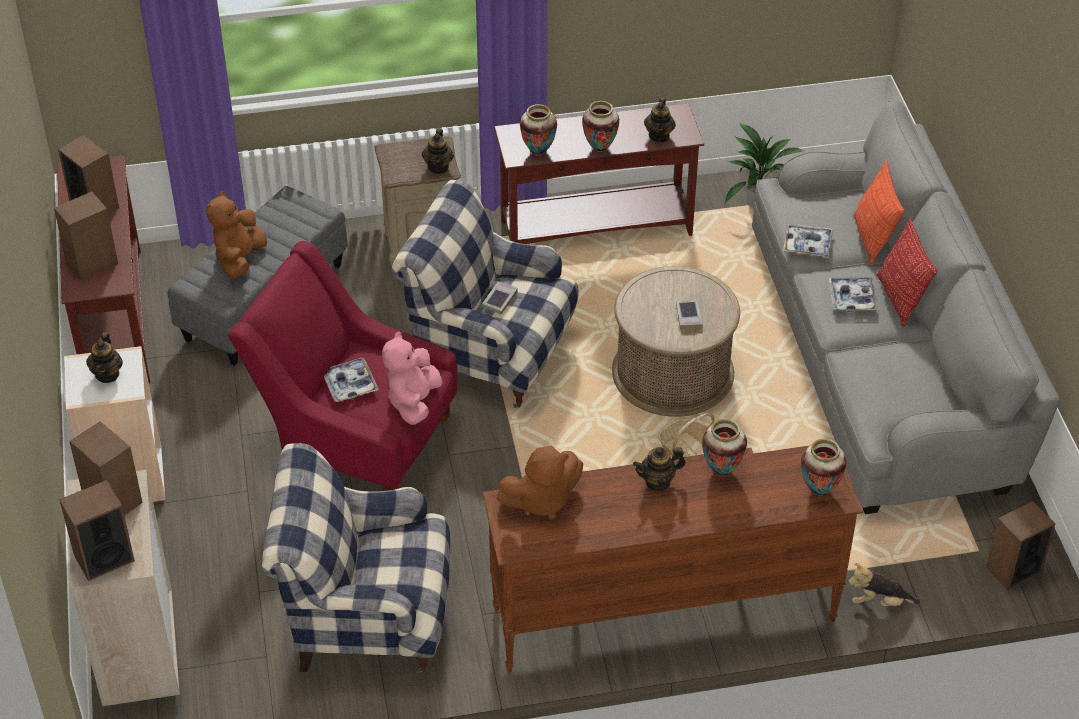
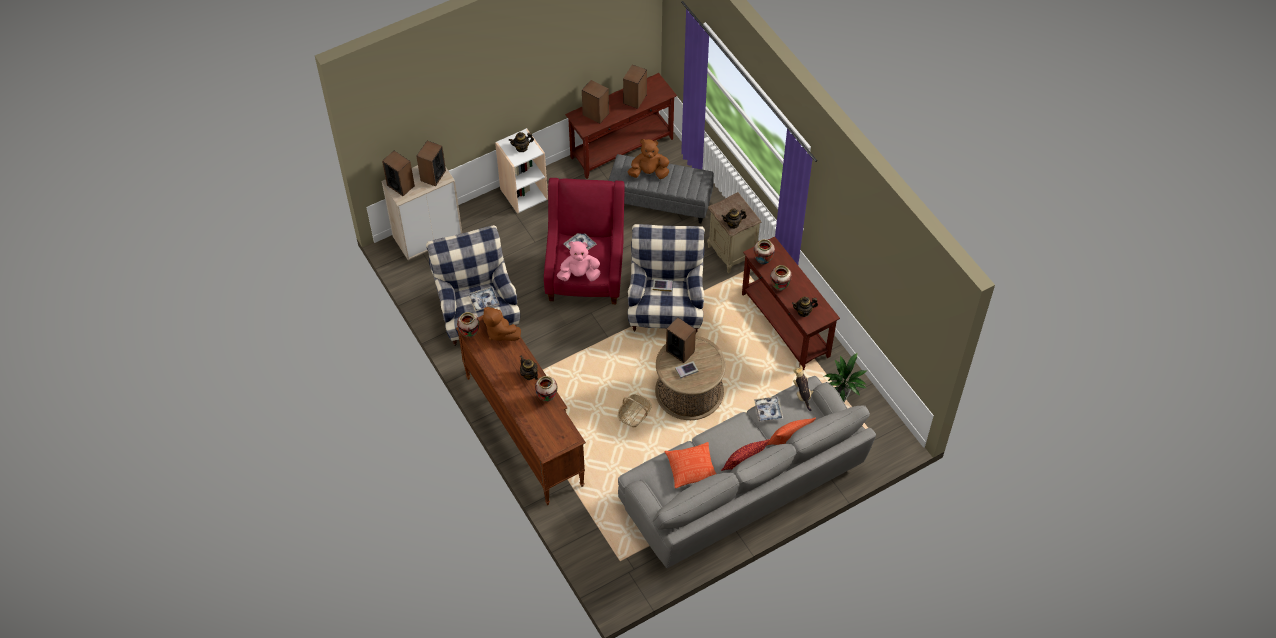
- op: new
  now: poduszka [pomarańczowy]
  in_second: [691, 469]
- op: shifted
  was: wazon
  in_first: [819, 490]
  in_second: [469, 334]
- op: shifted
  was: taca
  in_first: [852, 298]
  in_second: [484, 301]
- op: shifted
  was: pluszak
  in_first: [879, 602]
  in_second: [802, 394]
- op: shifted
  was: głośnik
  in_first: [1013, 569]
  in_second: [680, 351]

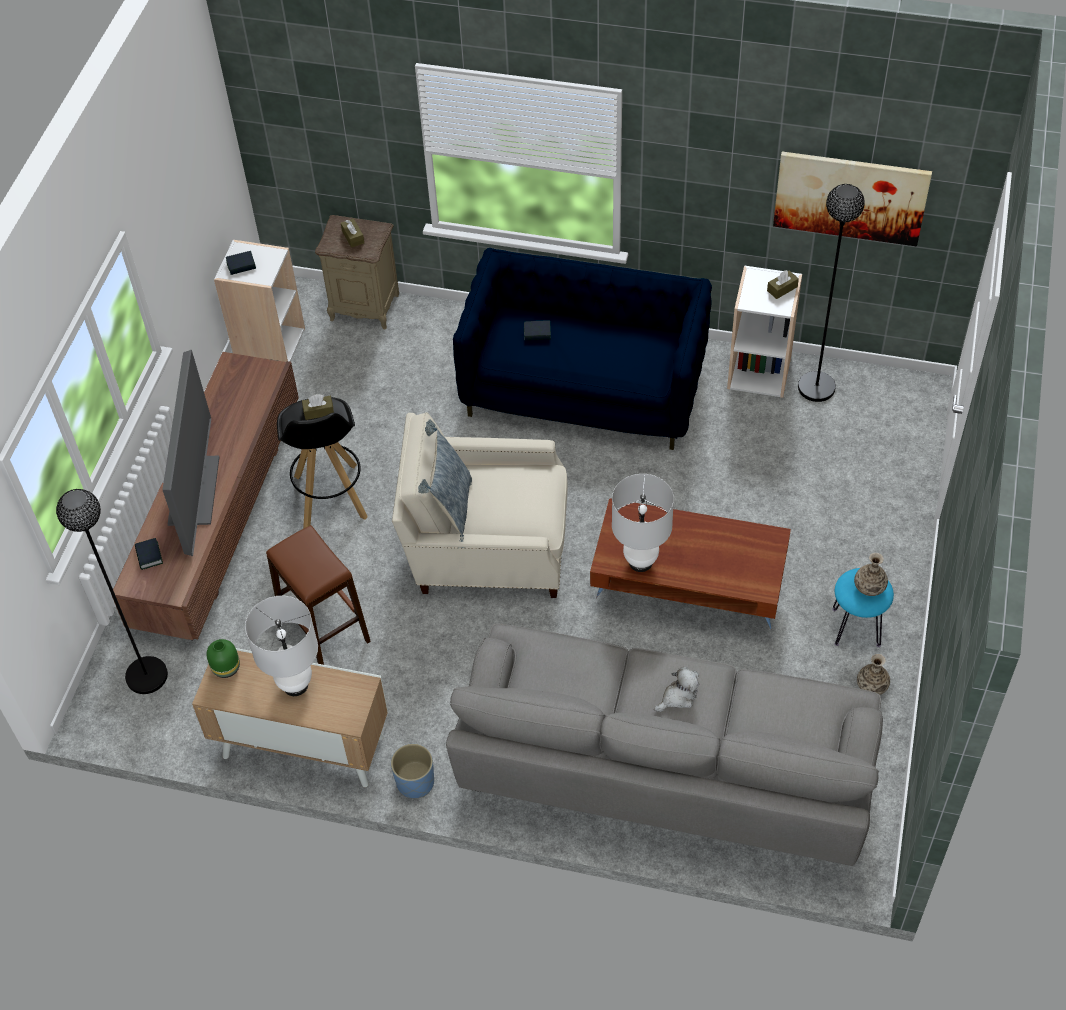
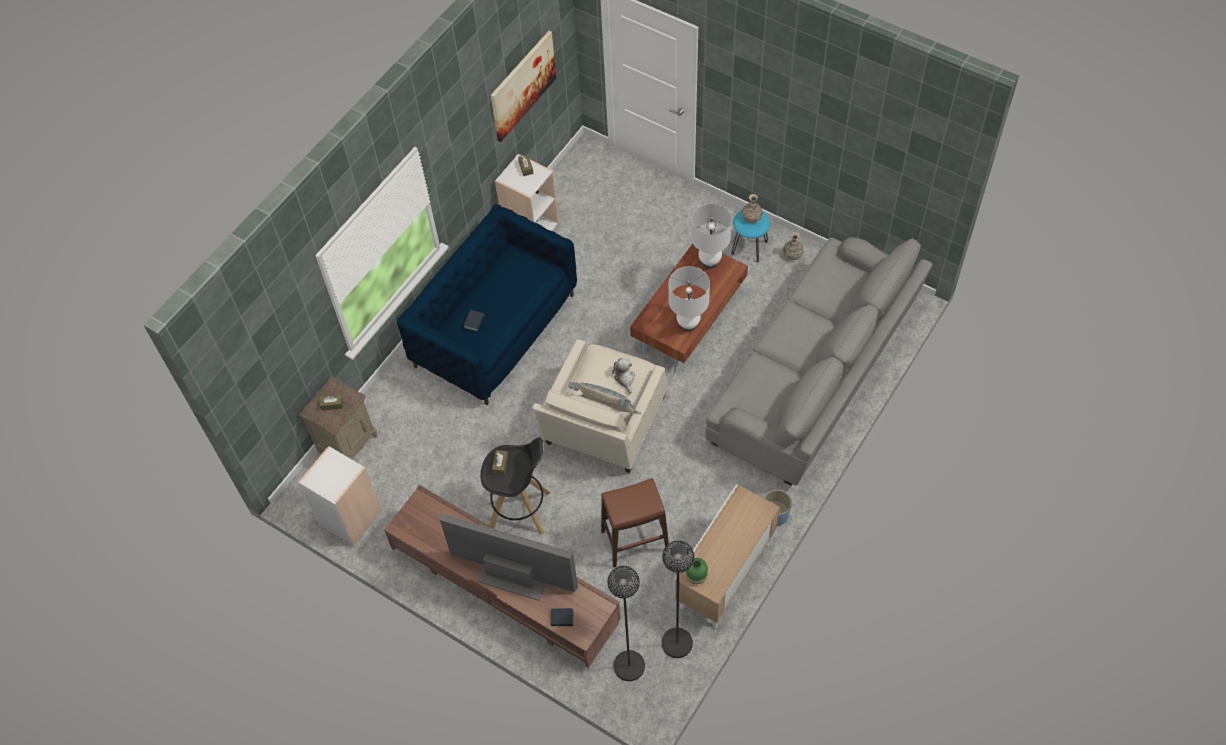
- op: gone
  was: książka
  in_first: [241, 265]
- op: shifted
  was: lampa stołowa [biały]
  in_first: [295, 685]
  in_second: [710, 262]
- op: shifted
  was: pluszak
  in_first: [678, 697]
  in_second: [625, 378]
- op: shifted
  was: lampa stojąca [czarny]
  in_first: [816, 387]
  in_second: [676, 643]

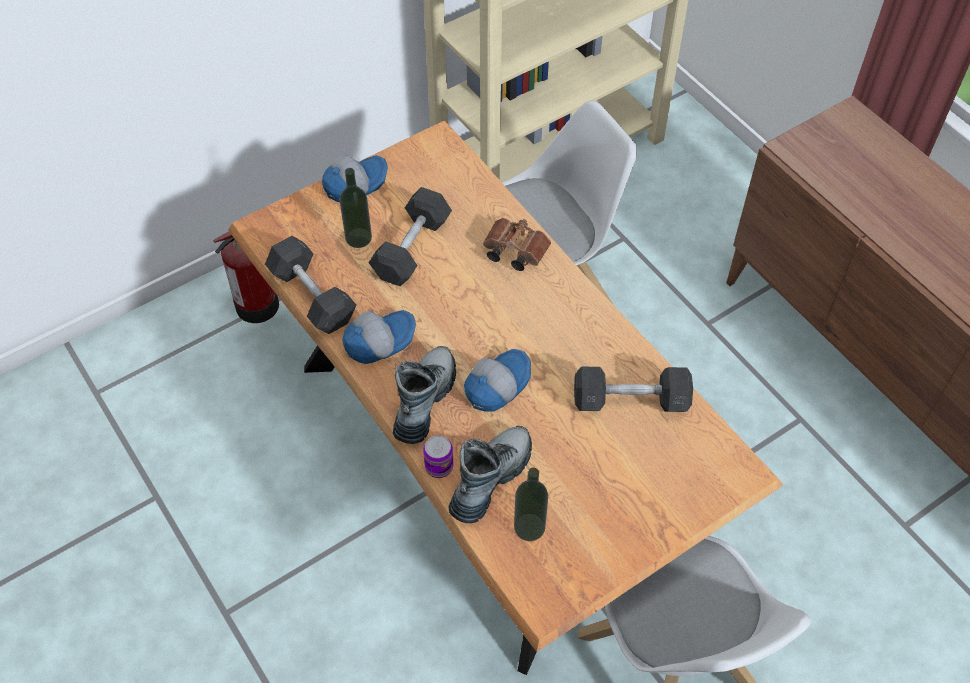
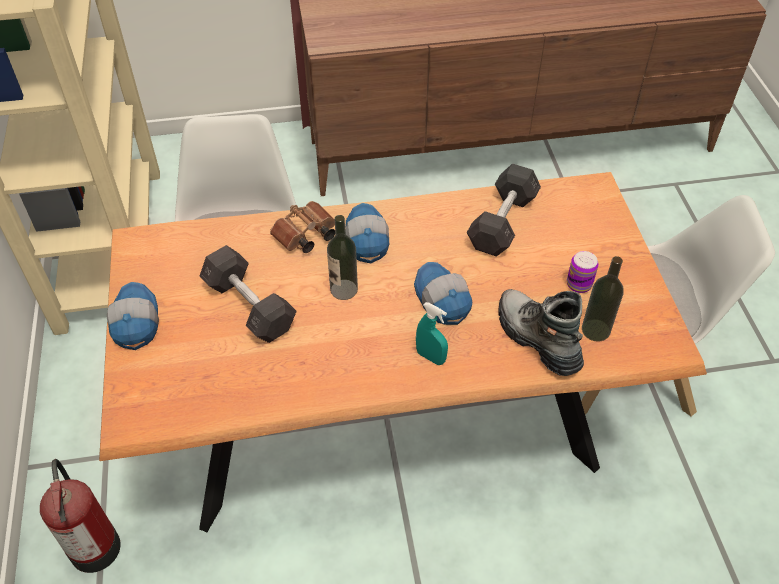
- op: gone
  was: hantel [szary]
  in_first: [312, 296]
- op: shifted
  was: butelka
  in_first: [358, 238]
  in_second: [344, 289]
- op: shifted
  was: czapka z daszkiem
  in_first: [379, 340]
  in_second: [365, 239]
- op: shifted
  was: puszka
  in_first: [439, 466]
  in_second: [579, 284]
- op: swapped
  was: but z cholewką
  now: spryskiwacz [turkusowy]
  in_first: [424, 400]
  in_second: [430, 357]

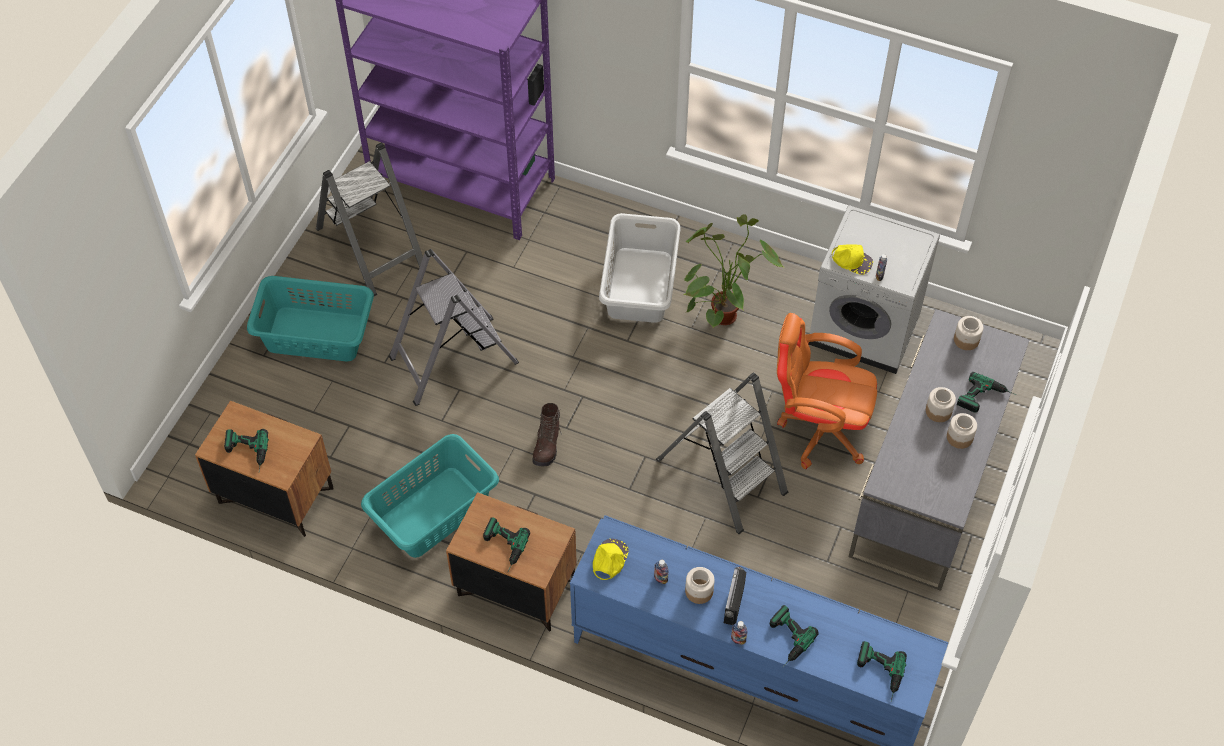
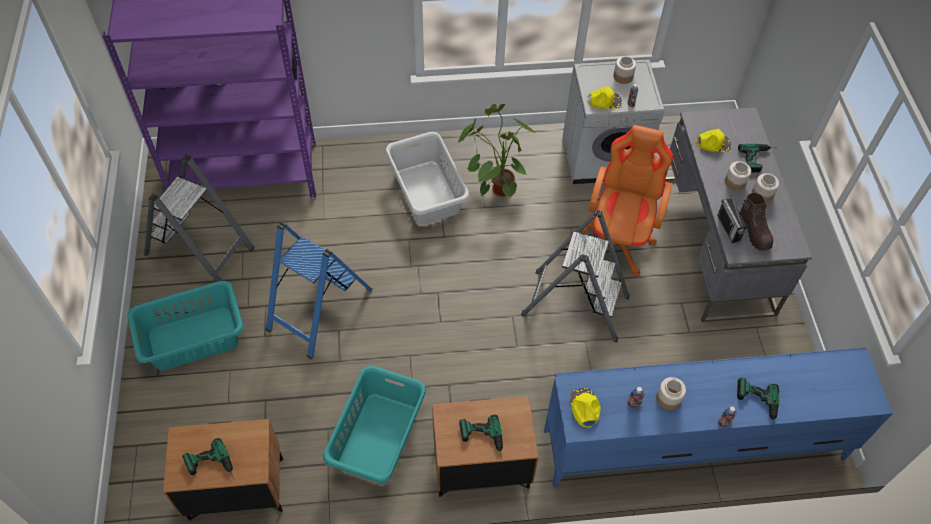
- op: gone
  was: wiertarka
  in_first: [879, 674]
- op: new
  now: czapka z daszkiem [żółty]
  in_second: [713, 143]
- op: shifted
  was: but z cholewką [brązowy]
  in_first: [547, 445]
  in_second: [754, 232]
- op: shifted
  was: radio
  in_first: [733, 604]
  in_second: [728, 228]
- op: shifted
  was: słoik
  in_first: [966, 340]
  in_second: [622, 76]
- op: repainted
  was: drabinka [szary]
  now: drabinka [niebieski]
  in_first: [452, 360]
  in_second: [318, 309]
- op: rotated
  was: krzesło biurowe [pomarańczowy]
  in_first: [817, 429]
  in_second: [618, 241]
  clockwise: 120

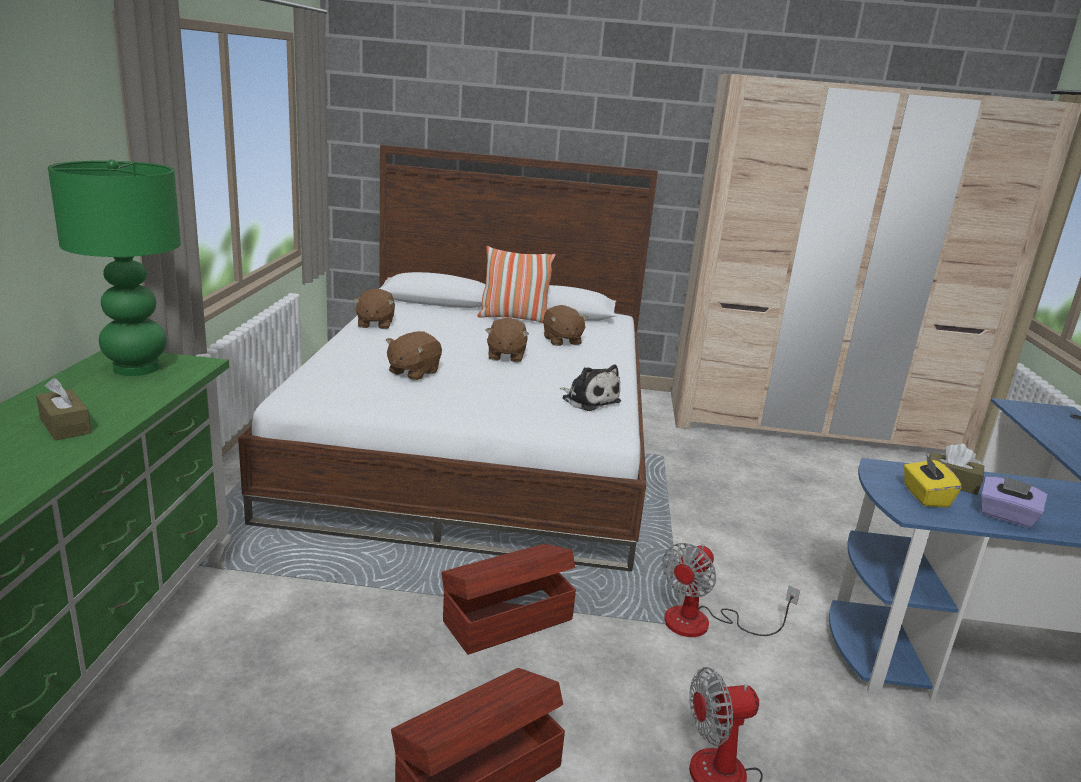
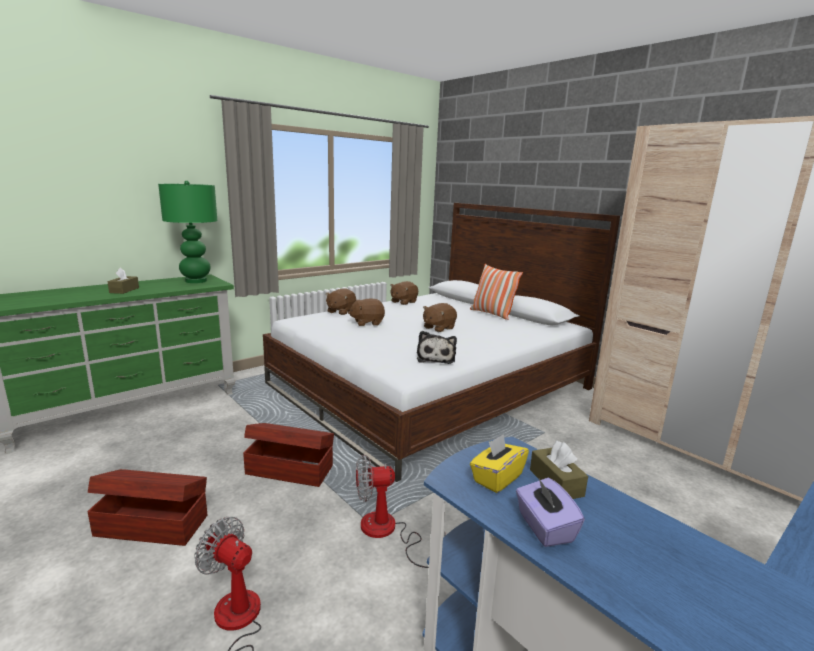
- op: shifted
  was: pluszak [brązowy]
  in_first: [561, 340]
  in_second: [340, 311]

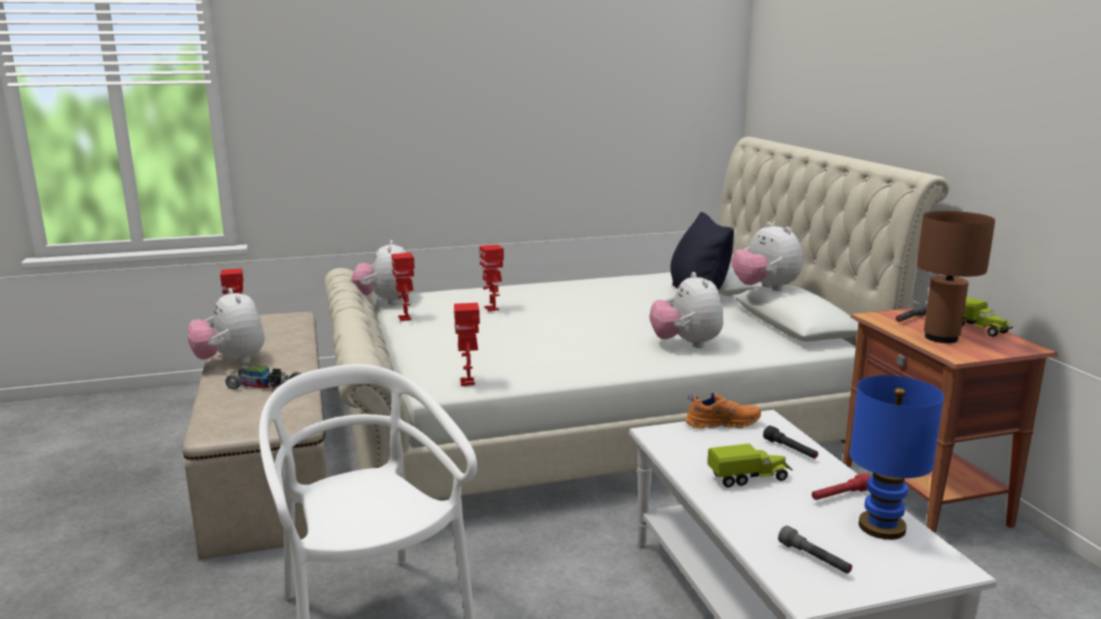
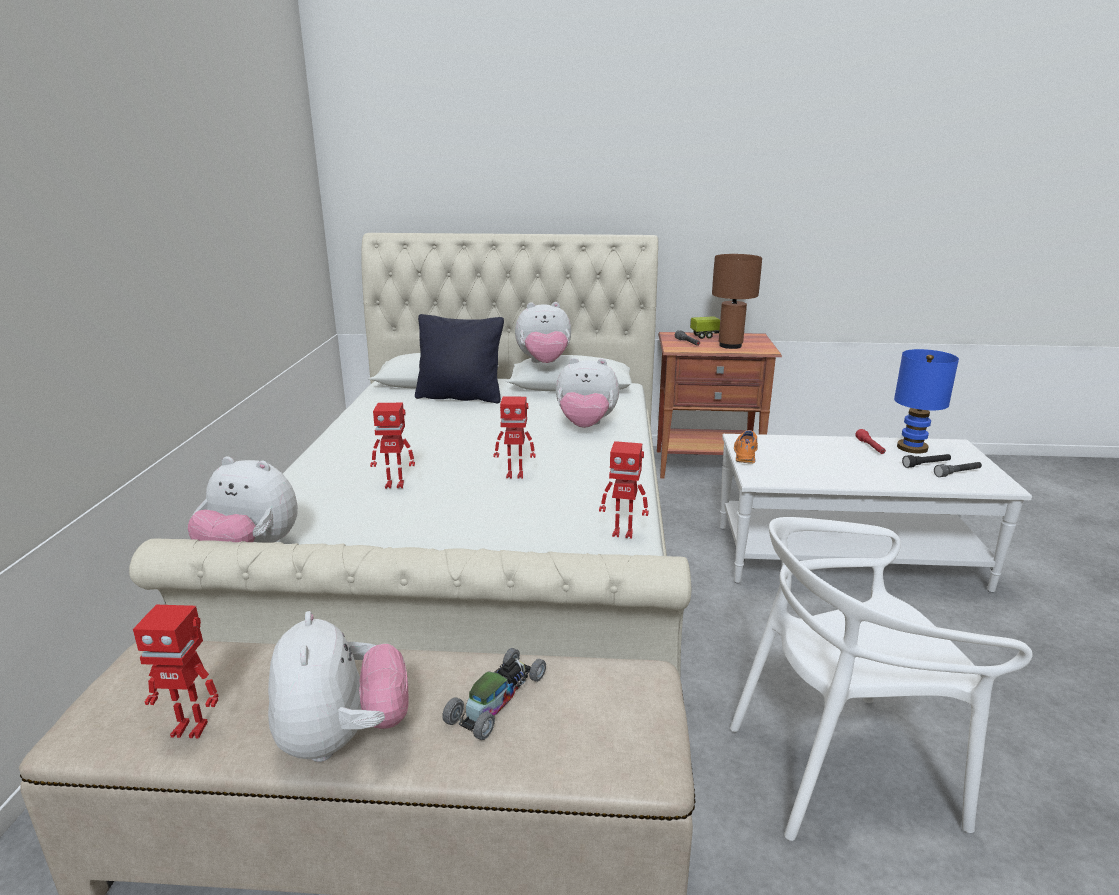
- op: gone
  was: ciężarówka zabawkowa
  in_first: [749, 478]
- op: shifted
  was: robot zabawkowy
  in_first: [405, 318]
  in_second: [515, 475]
- op: shifted
  was: latarka [czarny]
  in_first: [790, 450]
  in_second: [926, 465]
- op: rotated
  was: pluszak
  in_first: [231, 361]
  in_second: [343, 739]
  clockwise: -90

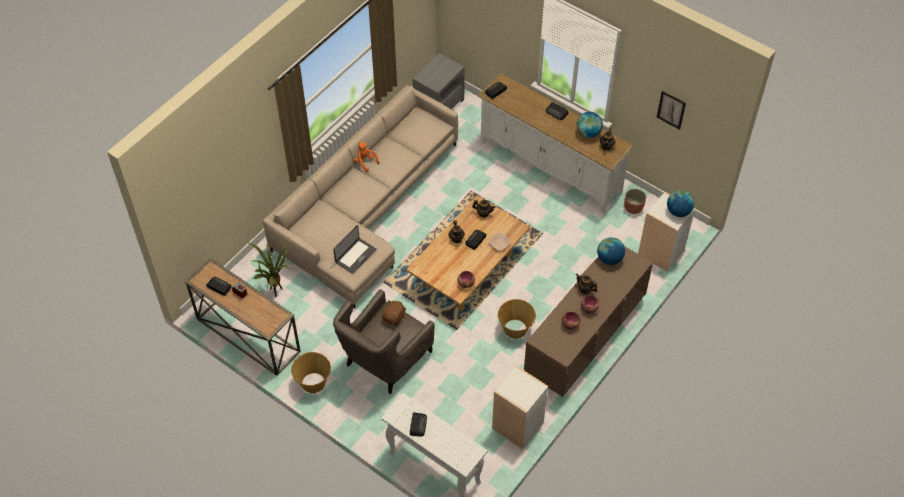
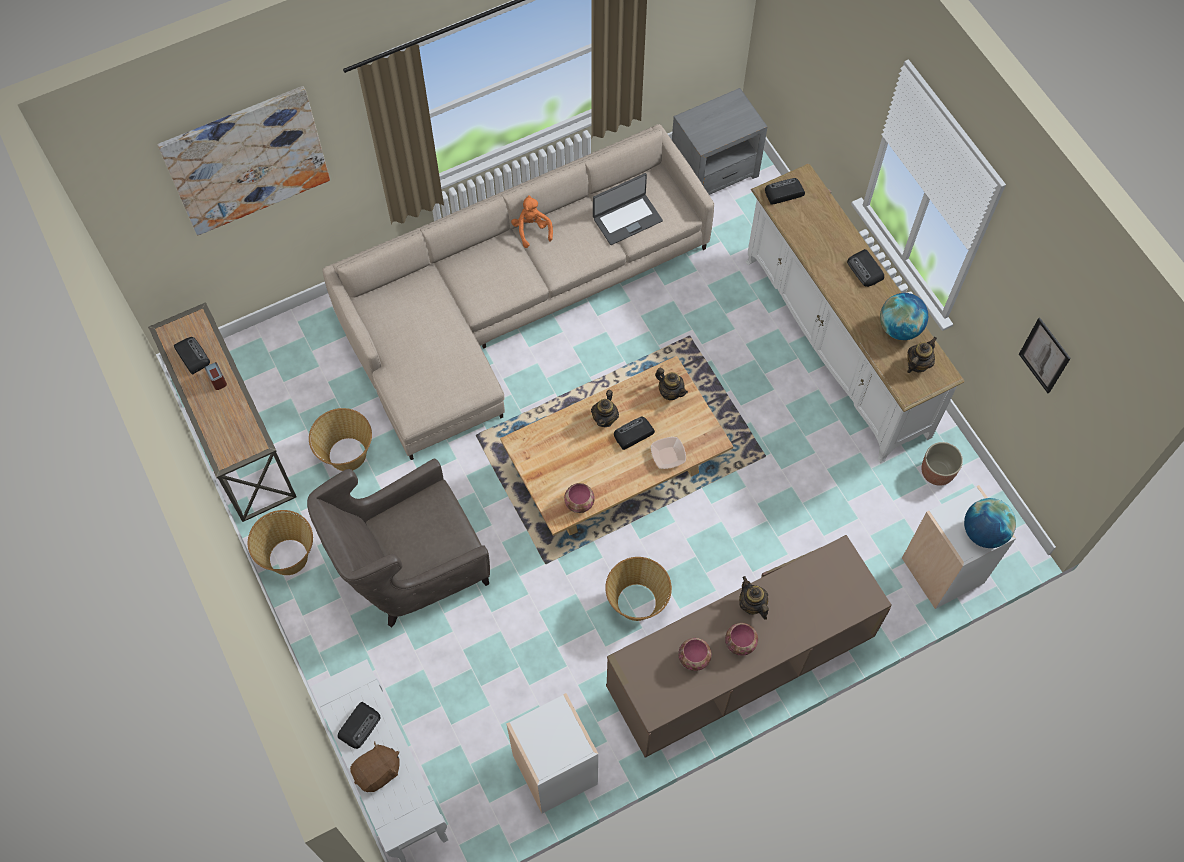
- op: gone
  was: roślina doniczkowa
  in_first: [275, 290]
- op: gone
  was: globus
  in_first: [609, 259]
- op: new
  now: obraz
  in_second: [247, 160]
- op: new
  now: koszyk
  in_second: [347, 455]
- op: shifted
  was: laptop
  in_first: [355, 255]
  in_second: [627, 219]
- op: shifted
  was: pluszak [brązowy]
  in_first: [394, 317]
  in_second: [378, 772]

